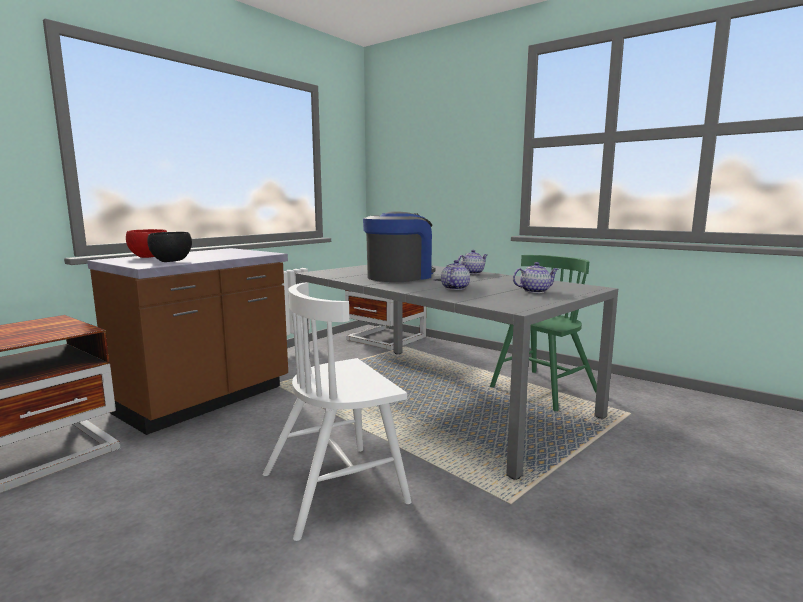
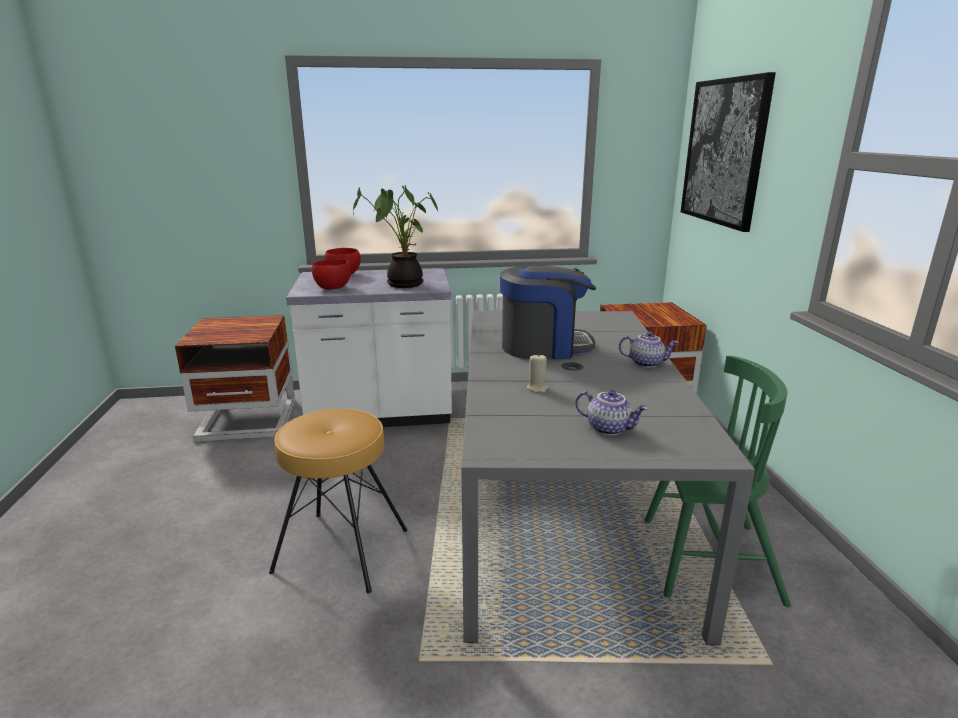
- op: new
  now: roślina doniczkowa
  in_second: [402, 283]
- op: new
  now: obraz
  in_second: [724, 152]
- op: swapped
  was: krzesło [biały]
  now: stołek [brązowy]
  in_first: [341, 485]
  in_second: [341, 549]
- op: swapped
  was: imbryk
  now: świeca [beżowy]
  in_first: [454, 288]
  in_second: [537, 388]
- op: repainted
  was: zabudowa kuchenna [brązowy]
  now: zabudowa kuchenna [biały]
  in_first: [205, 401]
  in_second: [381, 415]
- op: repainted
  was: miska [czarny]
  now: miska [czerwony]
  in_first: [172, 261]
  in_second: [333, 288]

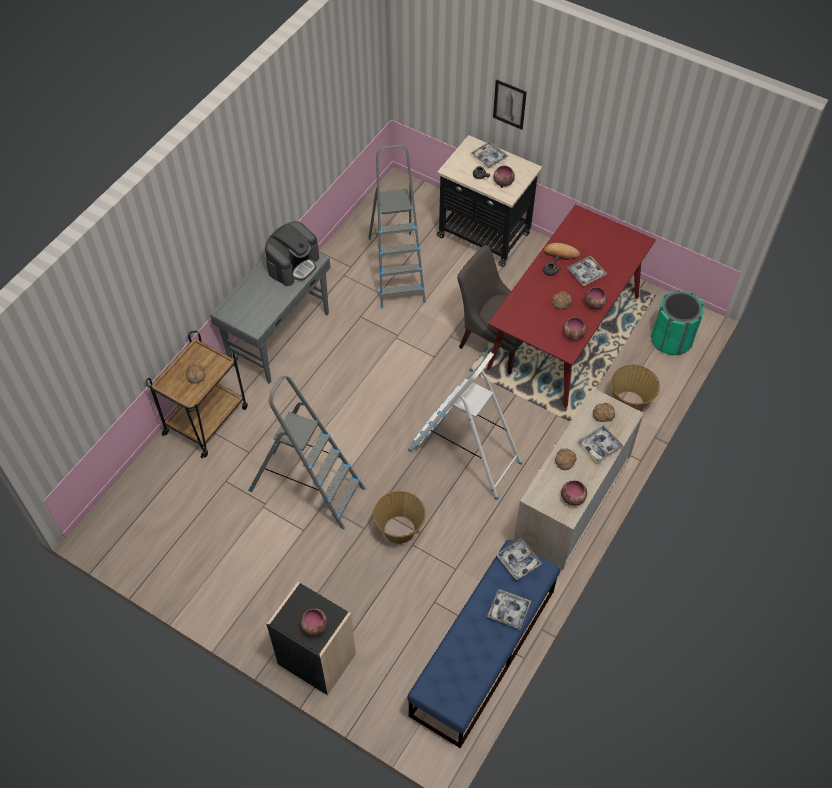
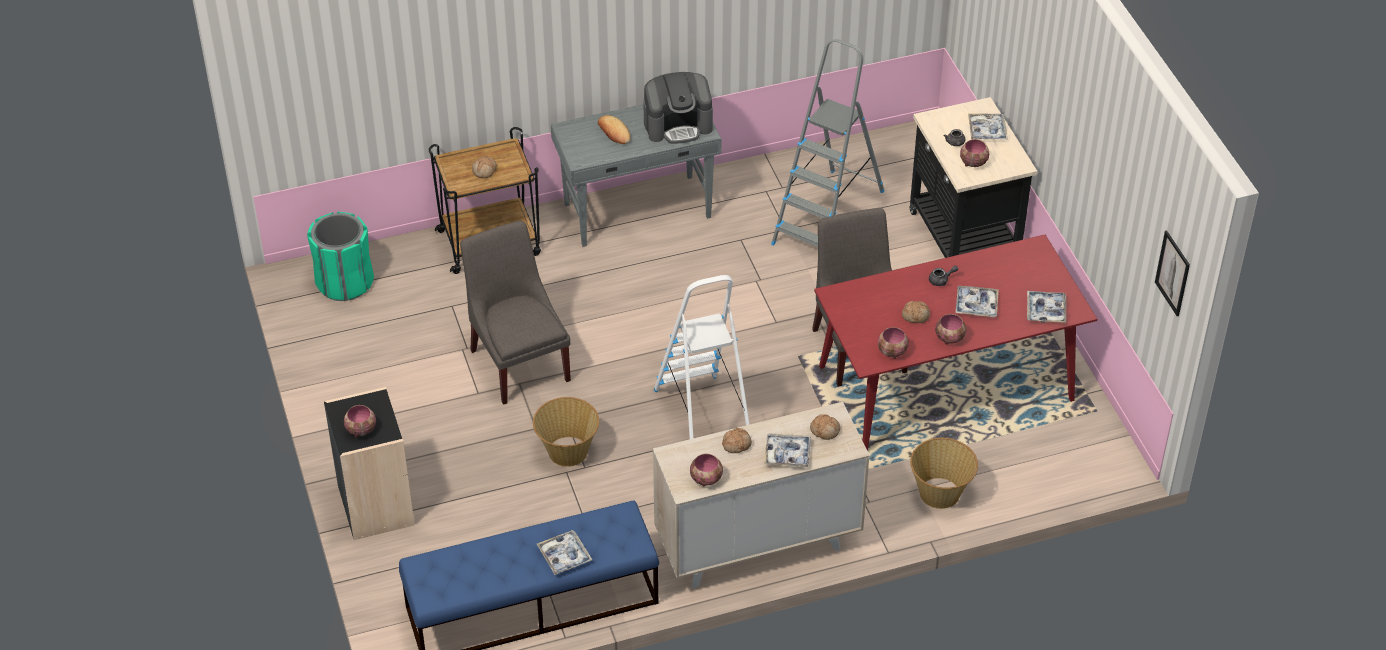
- op: shifted
  was: obraz
  in_first: [509, 104]
  in_second: [1172, 273]
- op: shifted
  was: taca
  in_first: [518, 561]
  in_second: [1046, 310]
- op: shifted
  was: chleb
  in_first: [561, 253]
  in_second: [614, 132]
- op: shifted
  was: kosz na śmieci [zielony]
  in_first: [671, 340]
  in_second: [344, 282]
- op: swapped
  was: drabinka [szary]
  now: krzesło [szary]
  in_first: [307, 489]
  in_second: [519, 361]

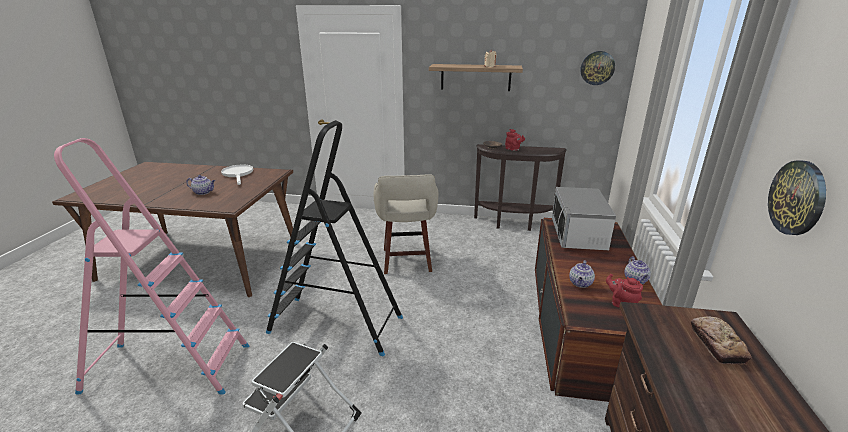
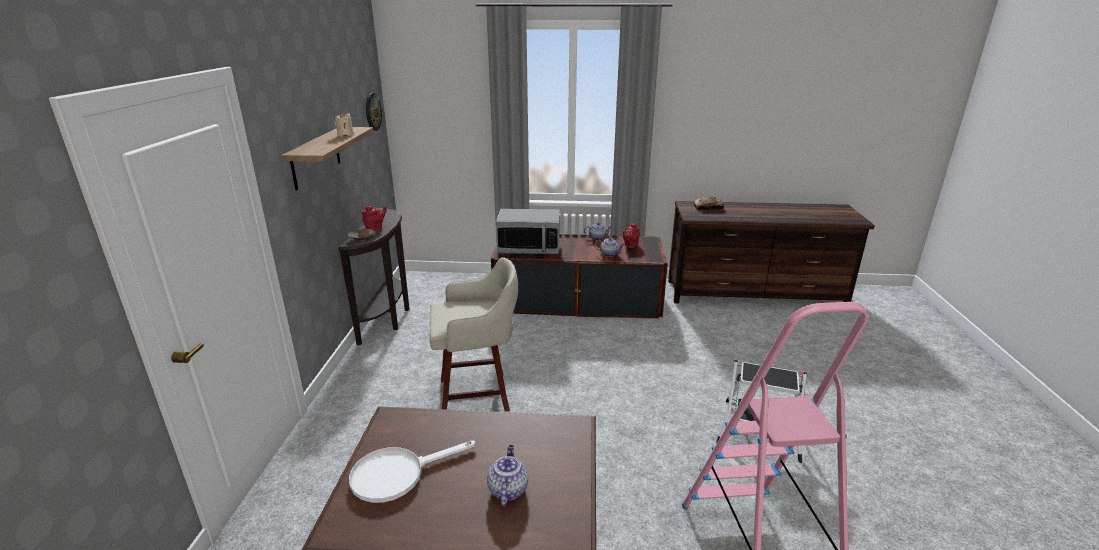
- op: gone
  was: drabinka [czarny]
  in_first: [335, 325]
- op: gone
  was: zegar ścienny
  in_first: [797, 198]

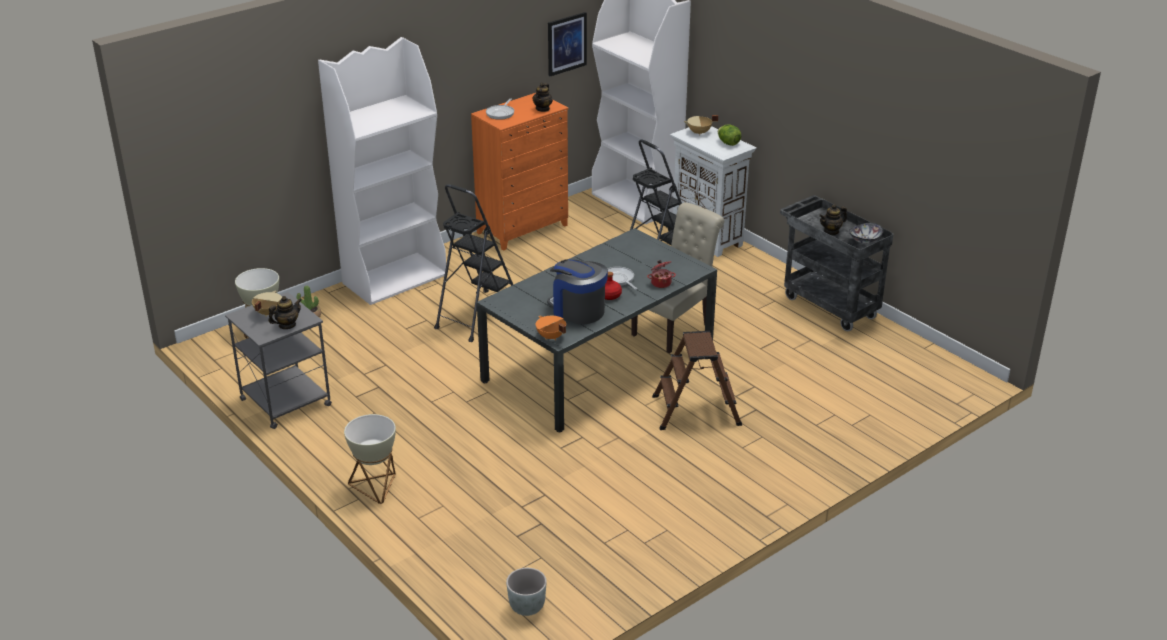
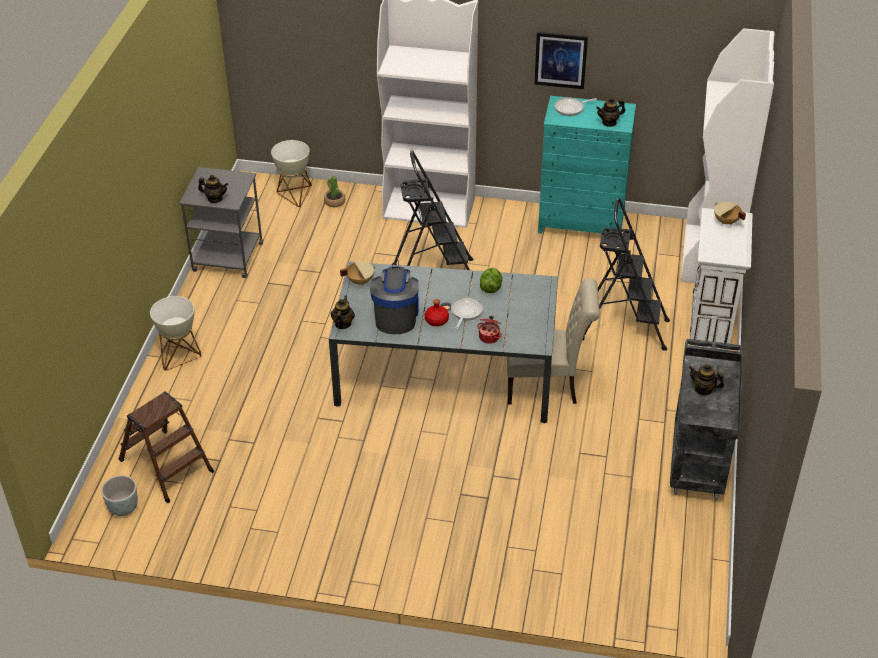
- op: gone
  was: miska
  in_first: [864, 240]
- op: shifted
  was: garnek [beżowy]
  in_first: [268, 313]
  in_second: [360, 281]
- op: shifted
  was: obraz
  in_first: [566, 43]
  in_second: [560, 60]
- op: shifted
  was: drabinka [brązowy]
  in_first: [696, 410]
  in_second: [166, 465]
- op: shifted
  was: sałata
  in_first: [728, 143]
  in_second: [490, 288]
- op: swapped
  was: garnek [pomarańczowy]
  now: imbryk
  in_first: [550, 337]
  in_second: [342, 324]
- op: repainted
  was: komoda [pomarańczowy]
  now: komoda [turkusowy]
  in_first: [524, 229]
  in_second: [582, 225]

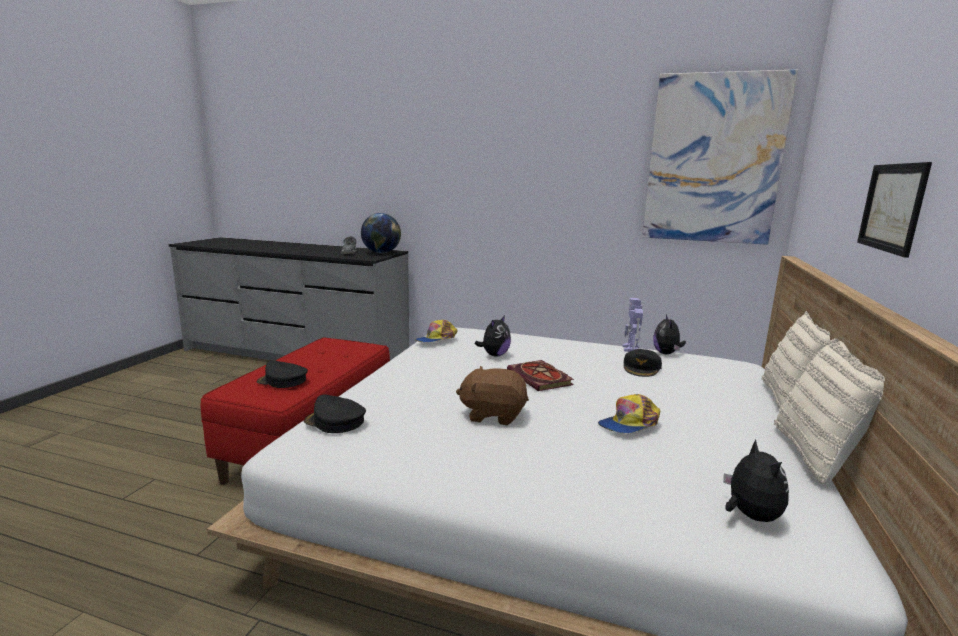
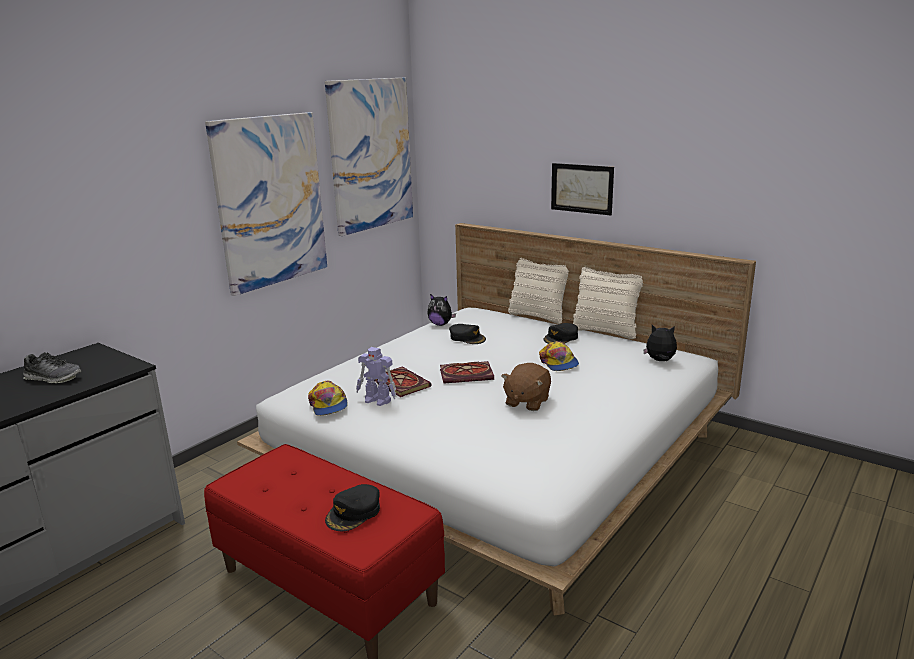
- op: gone
  was: globus
  in_first: [381, 253]
- op: new
  now: obraz
  in_second: [270, 201]
- op: shifted
  was: czapka z daszkiem [czarny]
  in_first: [335, 422]
  in_second: [561, 338]
- op: shifted
  was: robot zabawkowy
  in_first: [631, 349]
  in_second: [378, 400]
- op: swapped
  was: pluszak
  now: książka
  in_first: [494, 355]
  in_second: [399, 384]

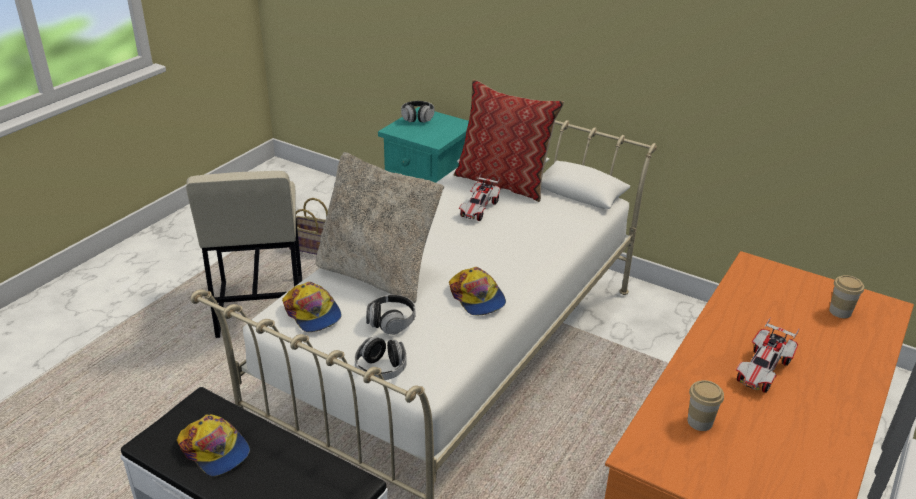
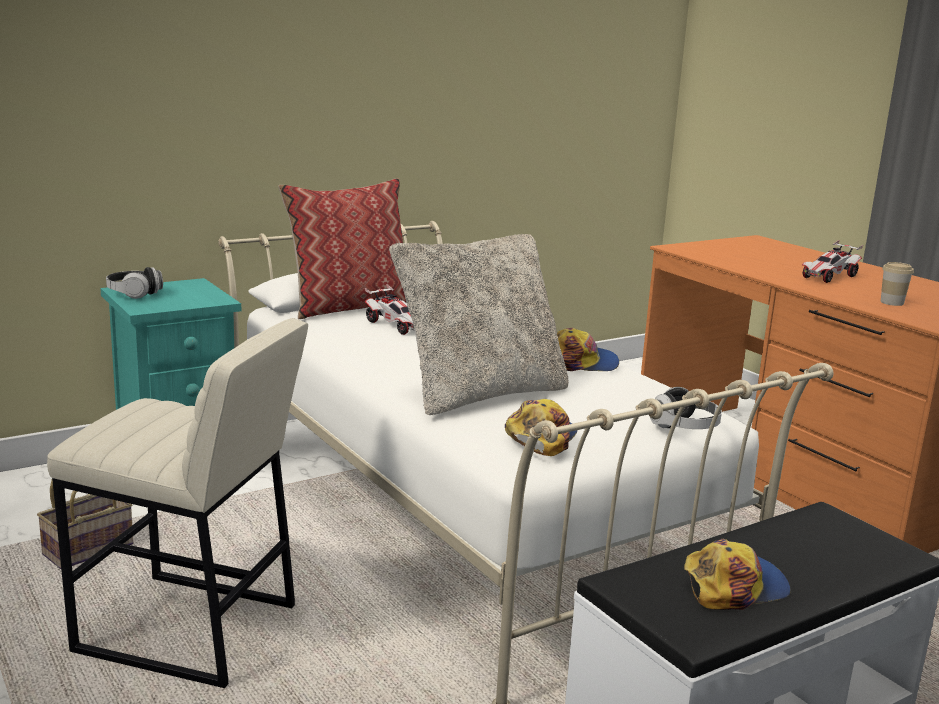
- op: gone
  was: słuchawki
  in_first: [391, 322]
- op: gone
  was: filiżanka
  in_first: [840, 312]
- op: rotated
  was: czapka z daszkiem
  in_first: [313, 313]
  in_second: [540, 437]
  clockwise: -60
- op: rotated
  was: samochodzik
  in_first: [762, 371]
  in_second: [829, 277]
  clockwise: 75

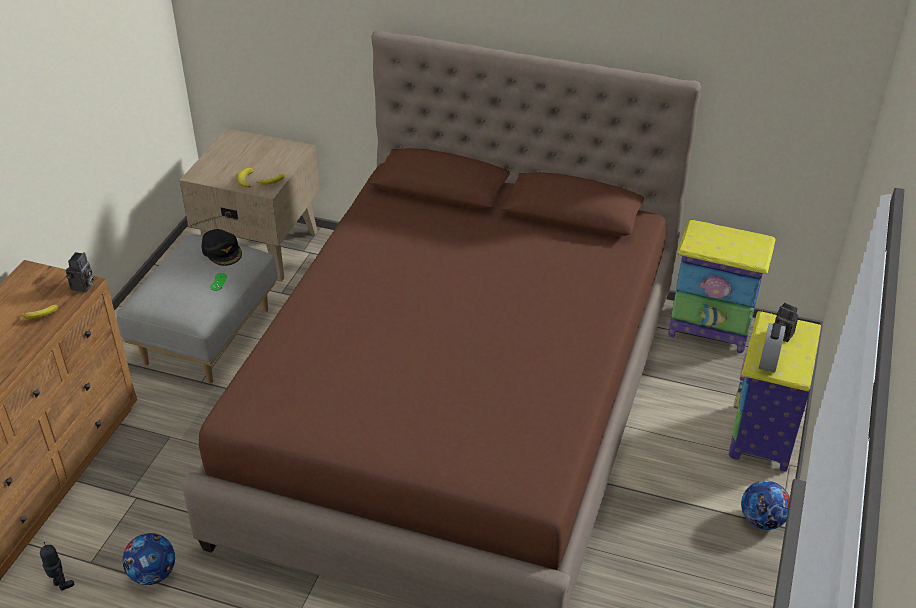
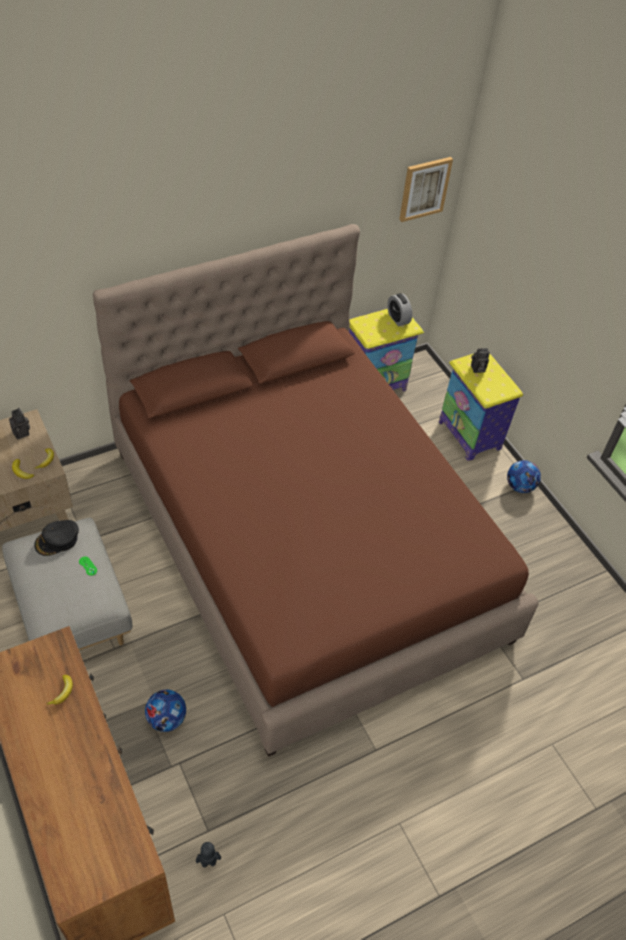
- op: new
  now: obraz
  in_second: [424, 188]
- op: shifted
  was: aparat fotograficzny
  in_first: [83, 287]
  in_second: [22, 433]
- op: shifted
  was: piłka futbolowa
  in_first: [153, 574]
  in_second: [166, 719]
- op: shifted
  was: budzik
  in_first: [768, 361]
  in_second: [398, 319]
- op: rotated
  was: czapka z daszkiem [czarny]
  in_first: [222, 251]
  in_second: [57, 540]
  clockwise: 135

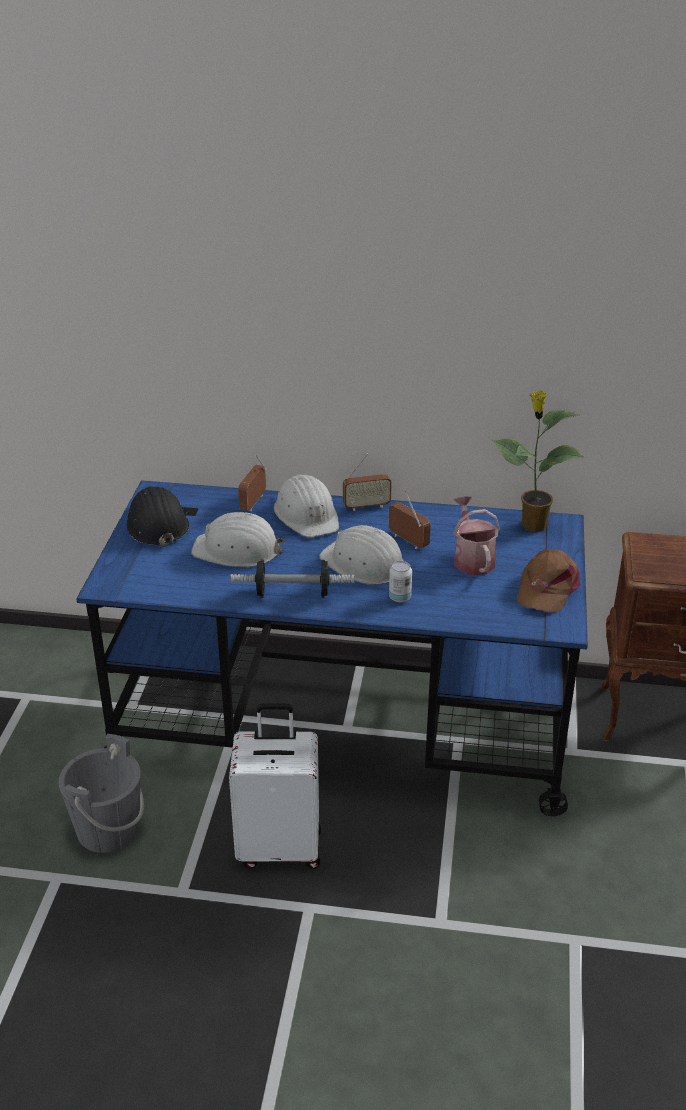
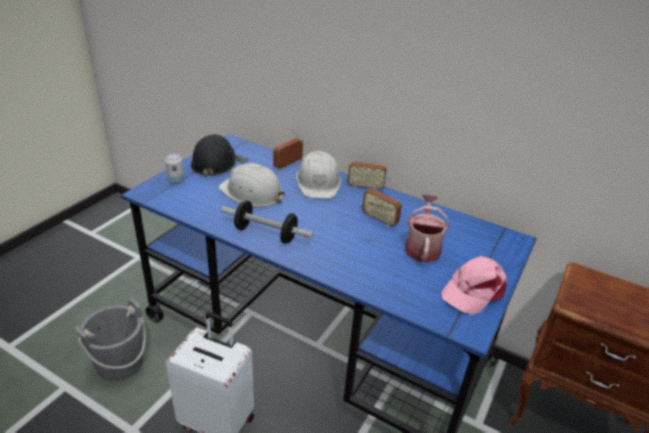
- op: gone
  was: kask [biały]
  in_first: [363, 564]
- op: gone
  was: roślina doniczkowa
  in_first: [532, 525]
- op: shifted
  was: puszka
  in_first: [400, 597]
  in_second: [176, 180]
- op: repainted
  was: czapka z daszkiem [brązowy]
  now: czapka z daszkiem [różowy]
  in_first: [546, 588]
  in_second: [473, 290]
- op: rotated
  was: radio
  in_first: [408, 541]
  in_second: [380, 219]
  clockwise: 150

